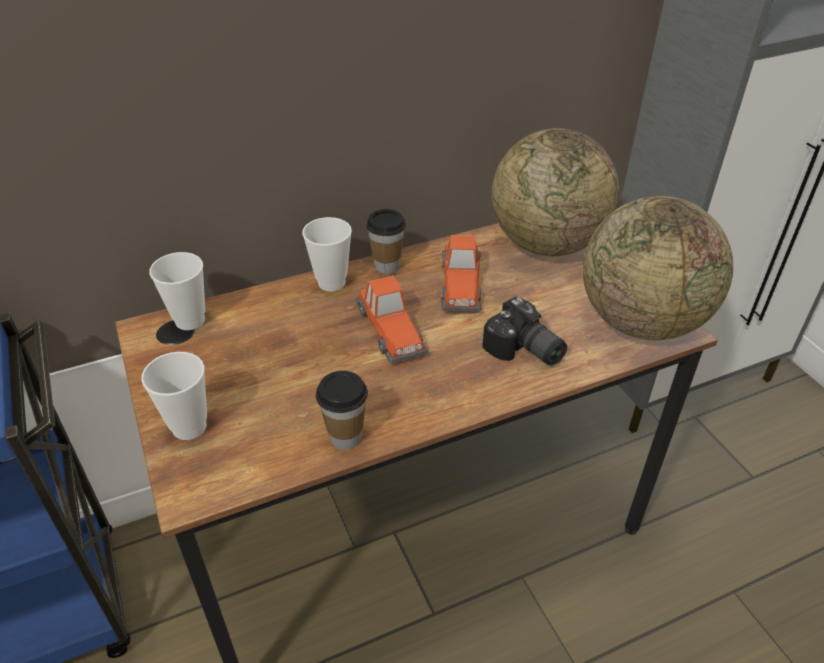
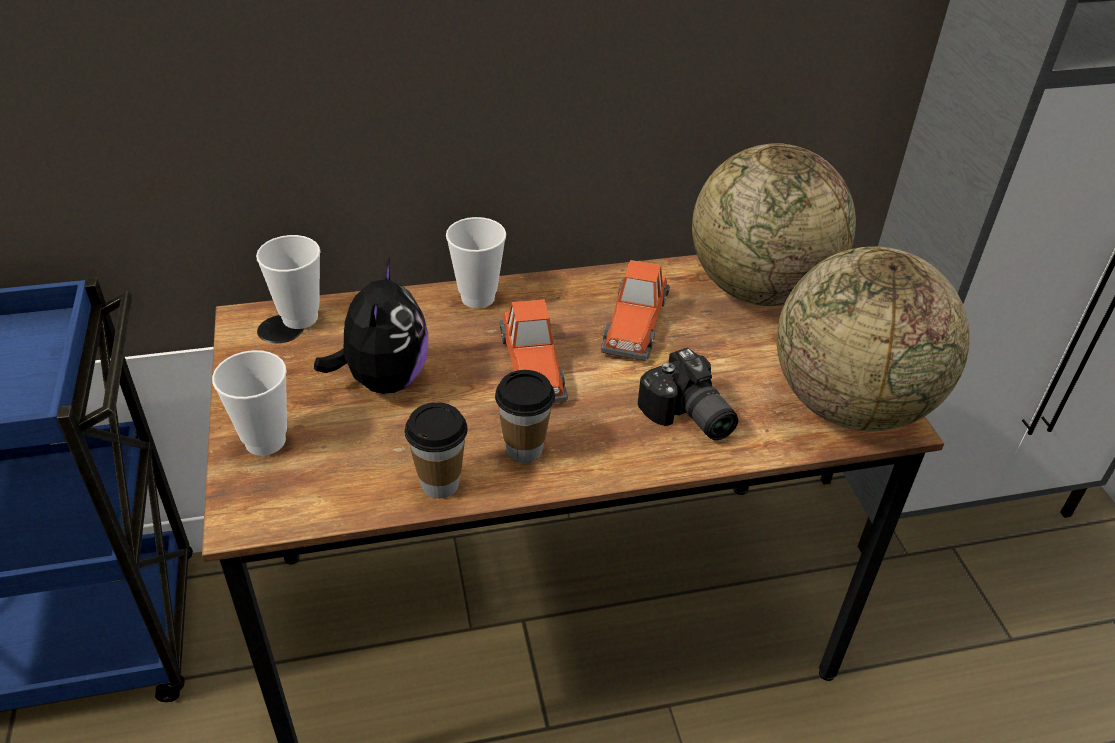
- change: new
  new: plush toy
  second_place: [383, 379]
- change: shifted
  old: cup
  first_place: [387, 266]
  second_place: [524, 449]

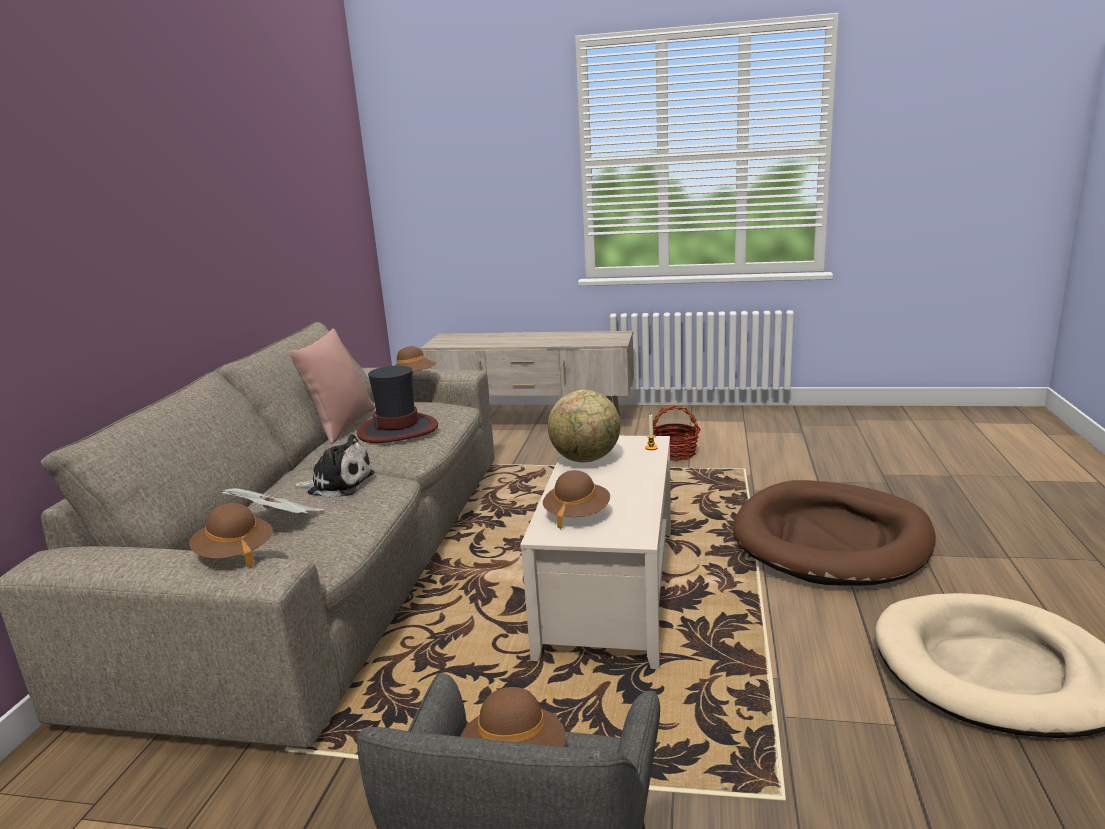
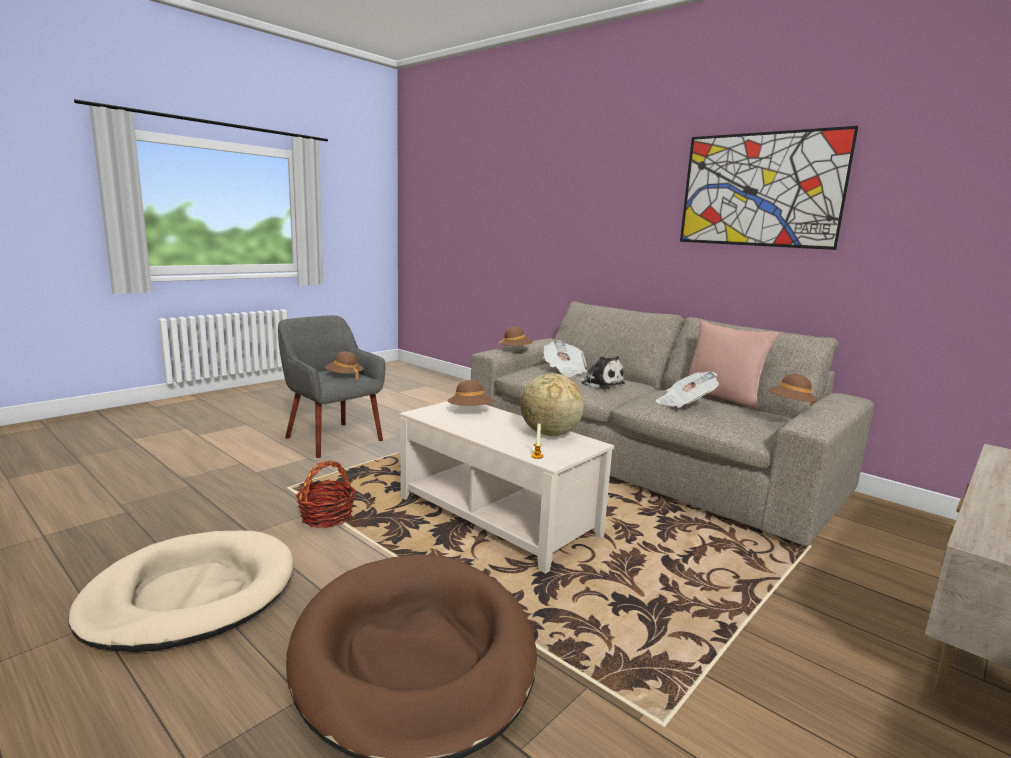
- change: new
  new: picture
  second_place: [760, 190]
- change: shifted
  old: basket
  first_place: [674, 453]
  second_place: [327, 516]
- change: swapped
  old: hat
  new: newspaper
  first_place: [398, 429]
  second_place: [685, 404]
- change: rotated
  old: plush toy
  first_place: [338, 484]
  second_place: [600, 383]
  degrees: -90

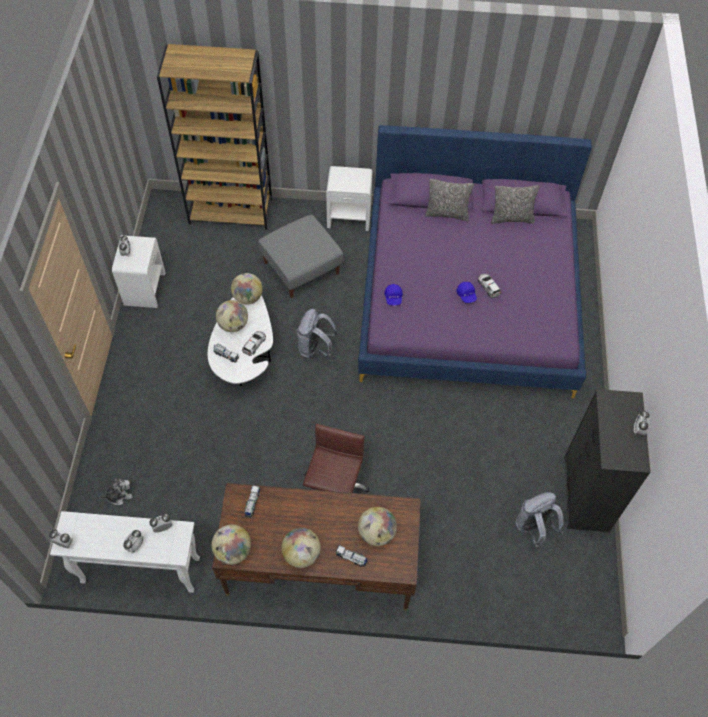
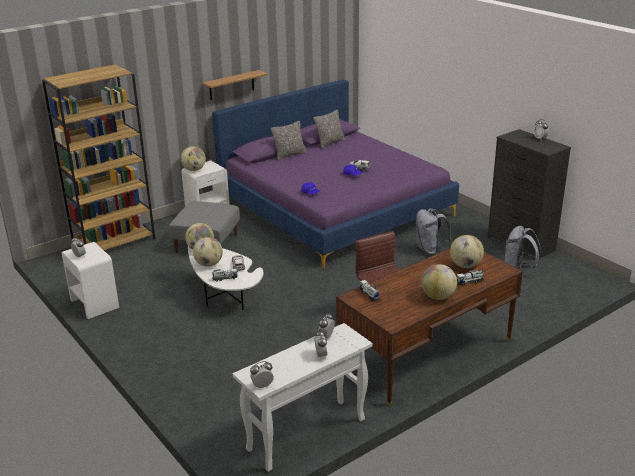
- change: gone
  old: plush toy
  first_place: [119, 495]
- change: new
  new: shelf
  second_place: [231, 85]
- change: shifted
  old: globe
  first_place: [233, 551]
  second_place: [194, 170]
- change: shifted
  old: grey backpack
  first_place: [315, 348]
  second_place: [430, 249]

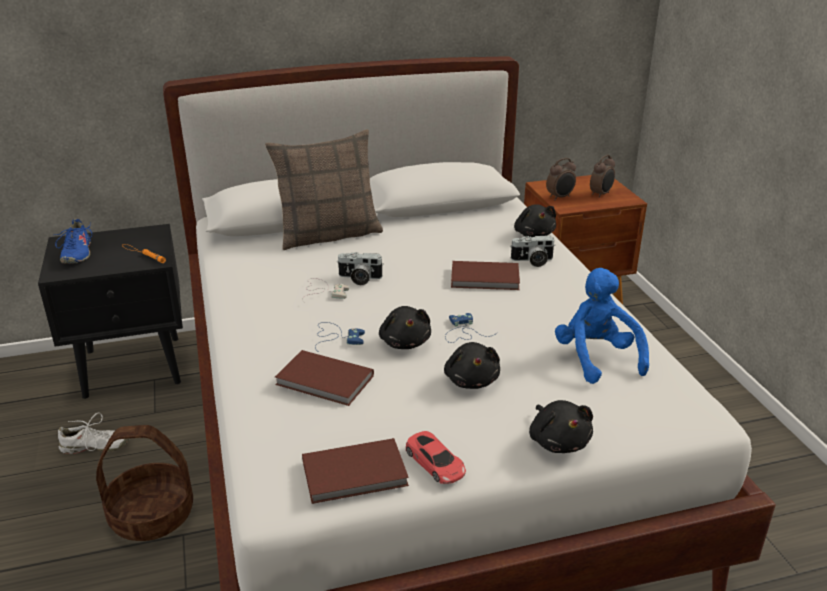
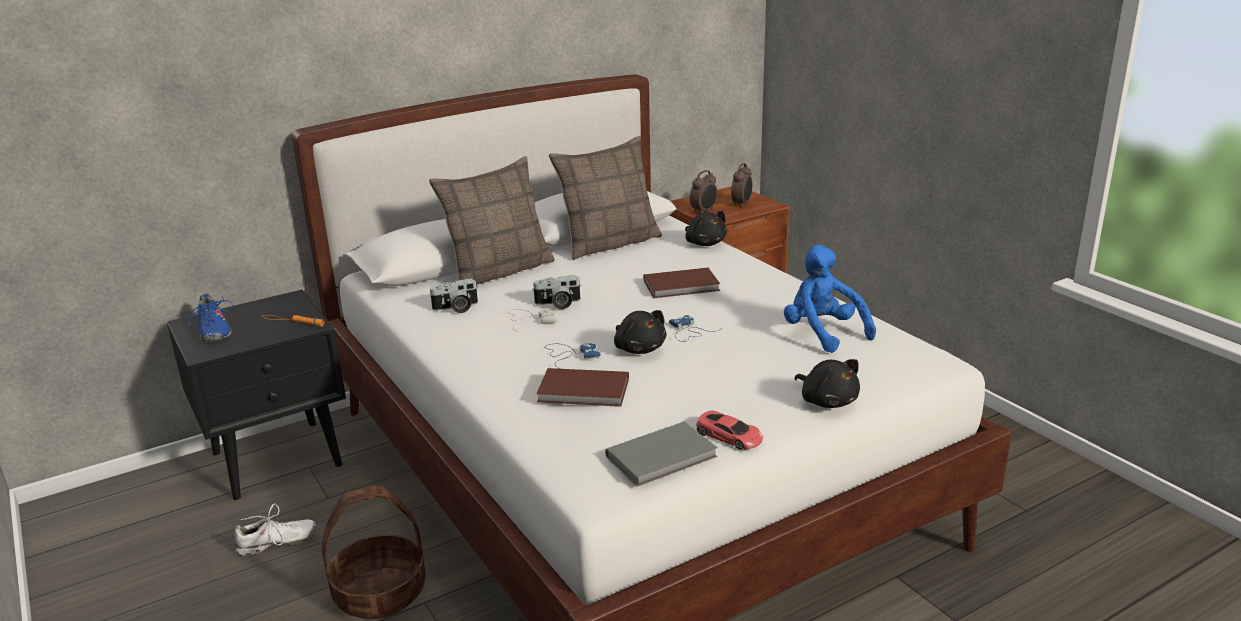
- change: gone
  old: black plush toy
  first_place: [471, 380]
- change: new
  new: pillow
  second_place: [609, 243]
- change: shifted
  old: photo camera
  first_place: [532, 261]
  second_place: [456, 308]
- change: repainted
  old: brown book
  new: grey book
  first_place: [356, 474]
  second_place: [663, 457]

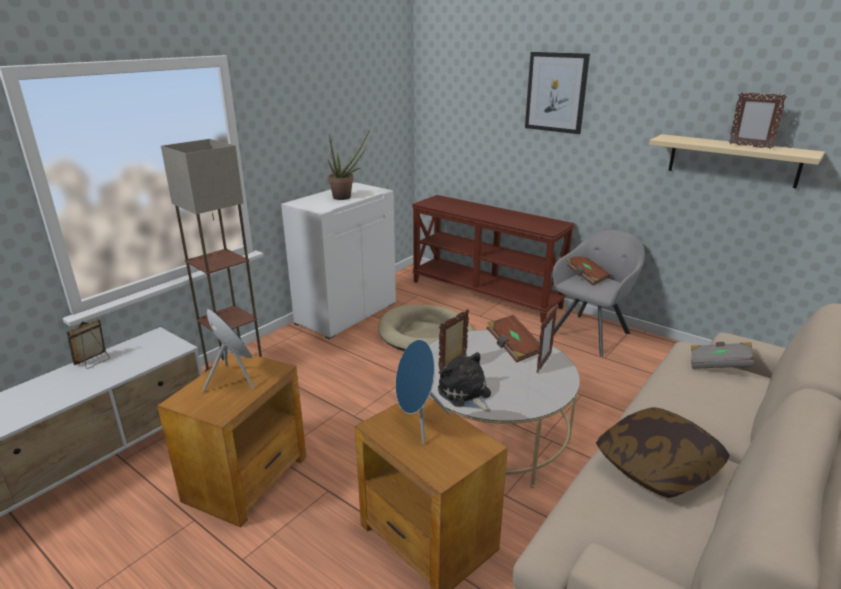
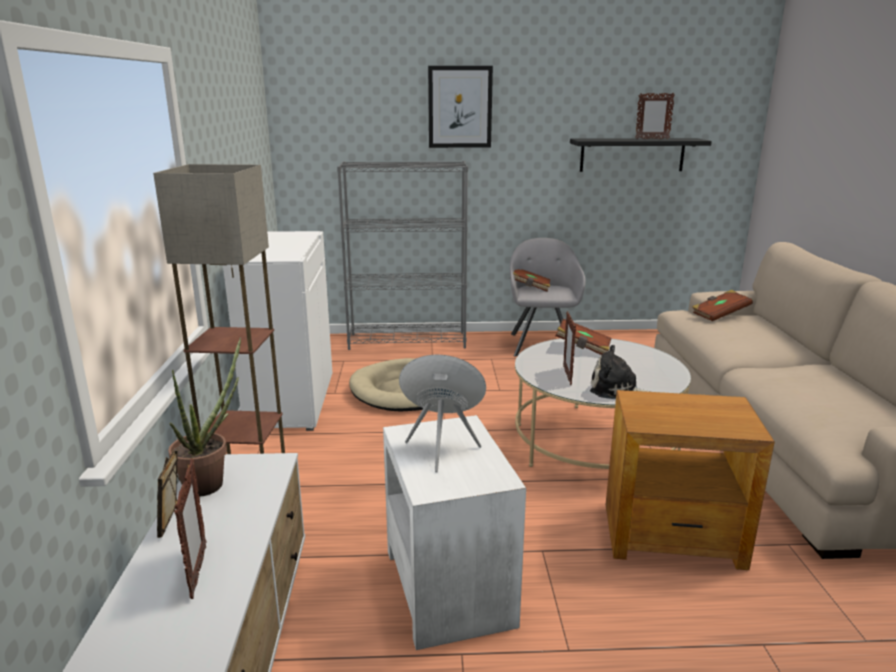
- change: gone
  old: blue speaker
  first_place: [418, 423]
- change: gone
  old: pillow
  first_place: [657, 466]
- change: shifted
  old: potted plant
  first_place: [346, 197]
  second_place: [211, 482]
- change: shifted
  old: picture frame
  first_place: [543, 363]
  second_place: [198, 572]
- change: swapped
  old: brown console table
  new: grey bookcase
  first_place: [485, 294]
  second_place: [408, 340]
- change: repainted
  old: brown side table
  new: white side table
  first_place: [247, 478]
  second_place: [449, 586]
- change: repainted
  old: beige shelf
  new: black shelf
  first_place: [733, 160]
  second_place: [632, 154]
- change: repainted
  old: grey book
  new: brown book
  first_place: [718, 365]
  second_place: [719, 315]

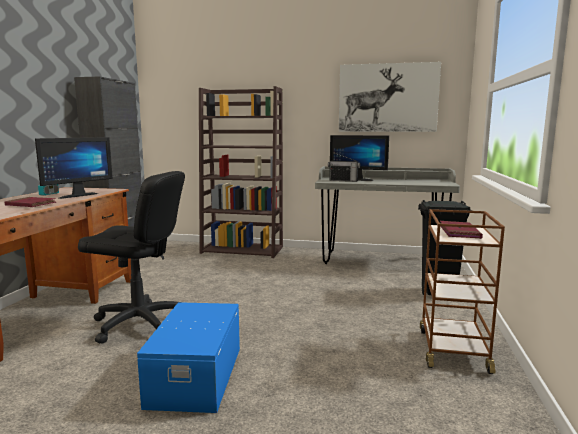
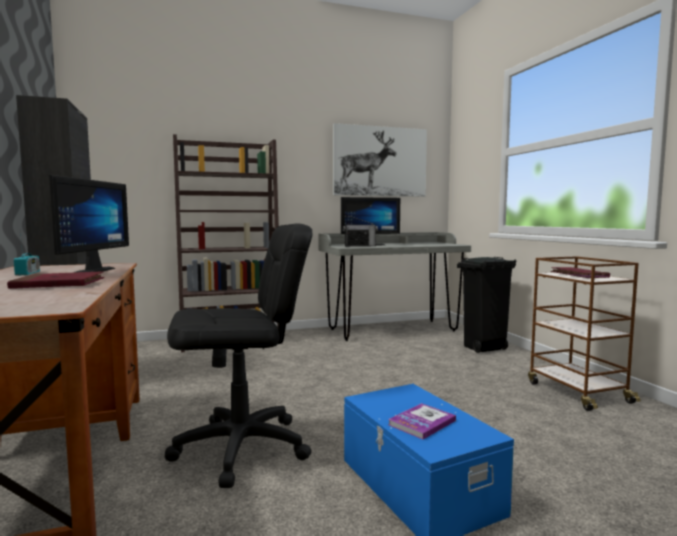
- change: new
  new: book
  second_place: [422, 422]

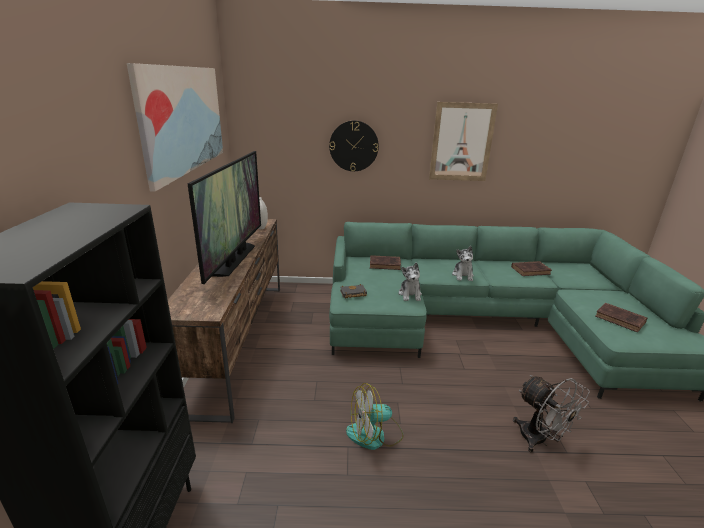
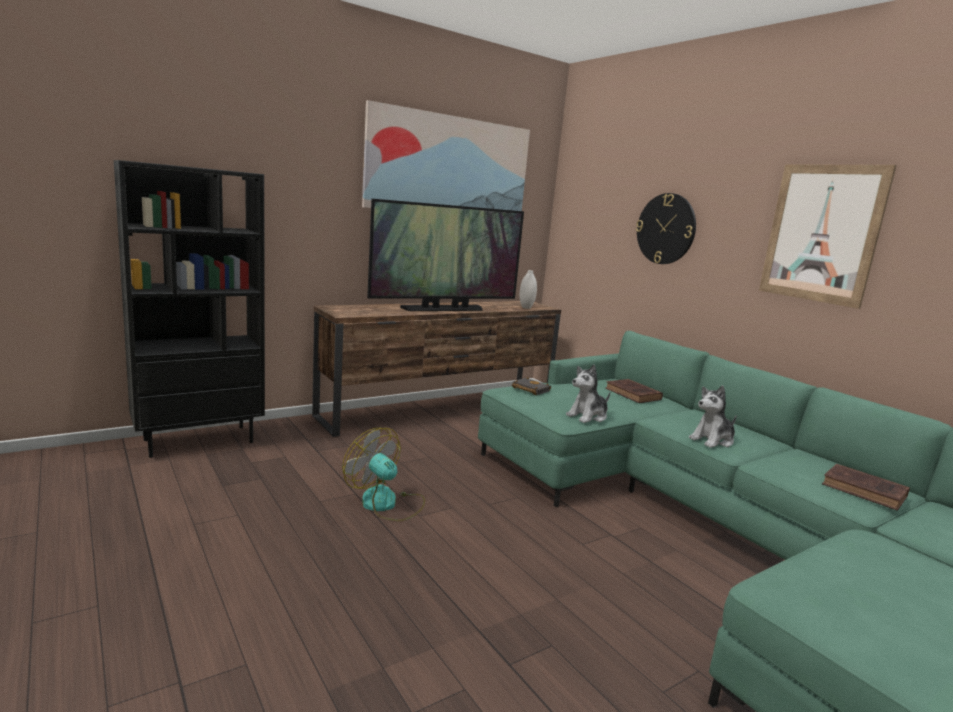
- change: gone
  old: grey fan
  first_place: [539, 440]
- change: gone
  old: brown book
  first_place: [621, 320]

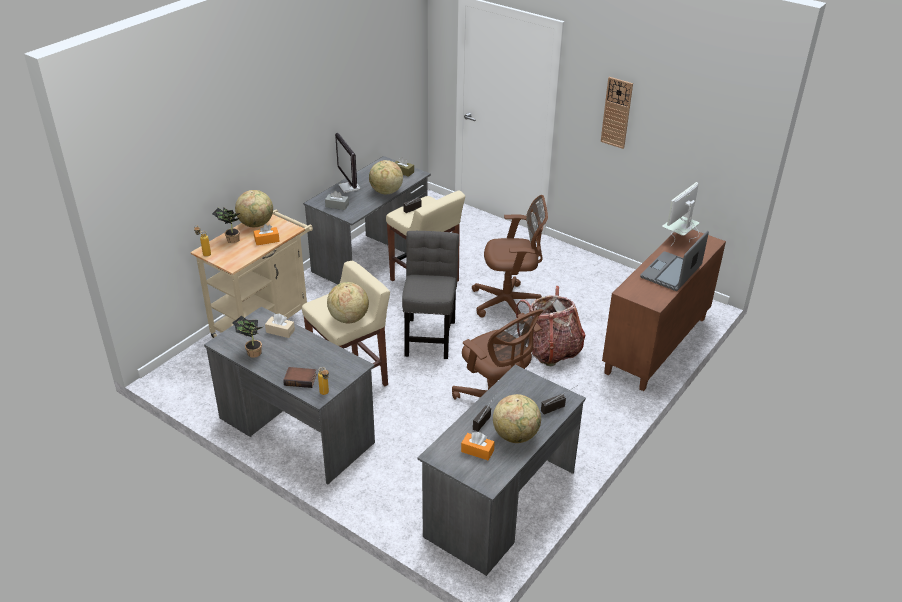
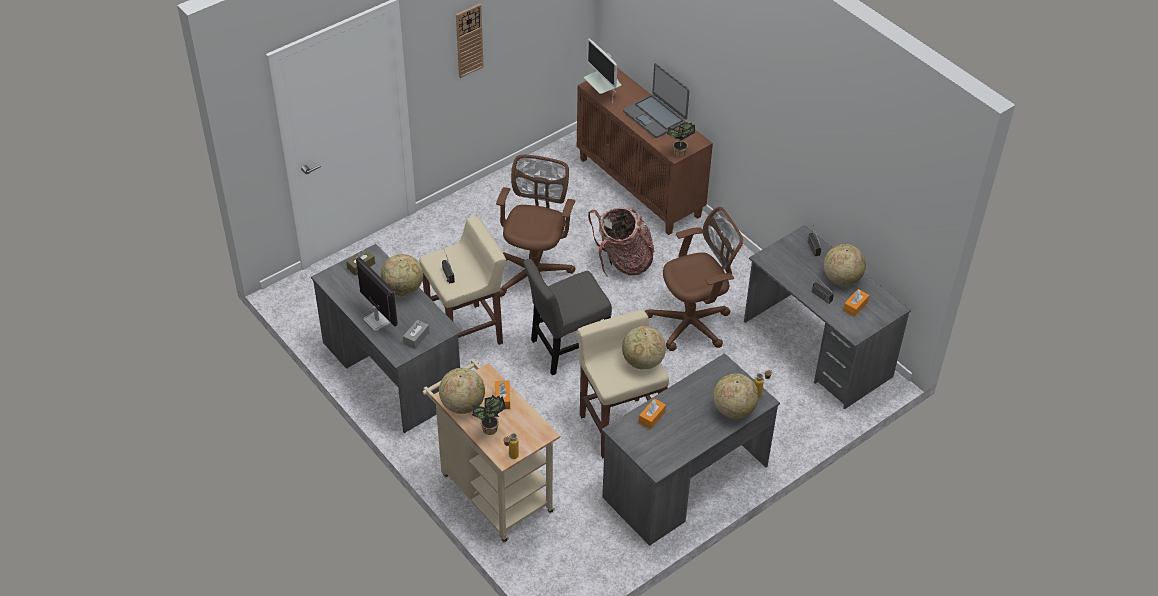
- change: shifted
  old: potted plant
  first_place: [252, 352]
  second_place: [679, 153]
- change: swapped
  old: book
  new: globe
  first_place: [301, 379]
  second_place: [733, 410]
- change: repainted
  old: beige tissue box
  new: orange tissue box
  first_place: [280, 331]
  second_place: [652, 417]
- change: rotated
  old: monitor
  first_place: [349, 187]
  second_place: [377, 320]
  degrees: -120
- change: rotated
  old: grey chair
  first_place: [429, 335]
  second_place: [567, 348]
  degrees: -45

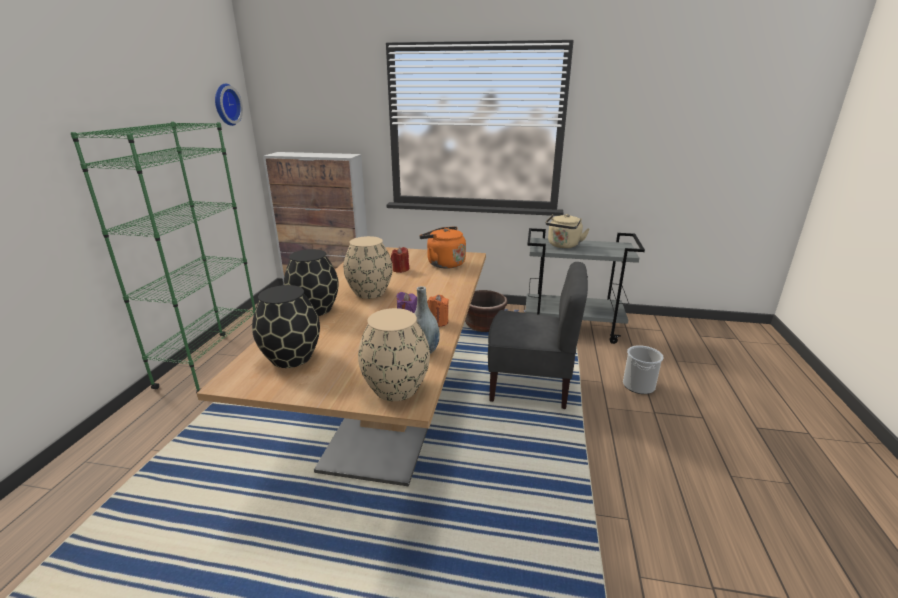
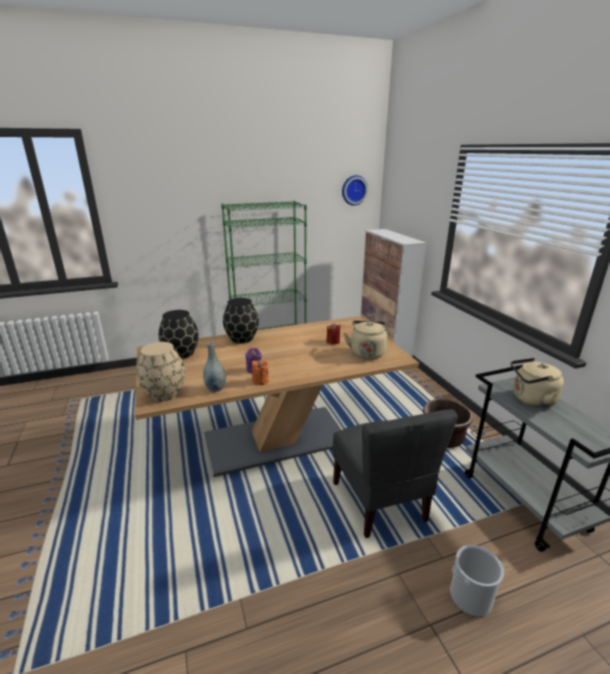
- change: gone
  old: beige vase
  first_place: [369, 292]
- change: repainted
  old: orange kettle
  new: beige kettle
  first_place: [443, 263]
  second_place: [367, 352]

